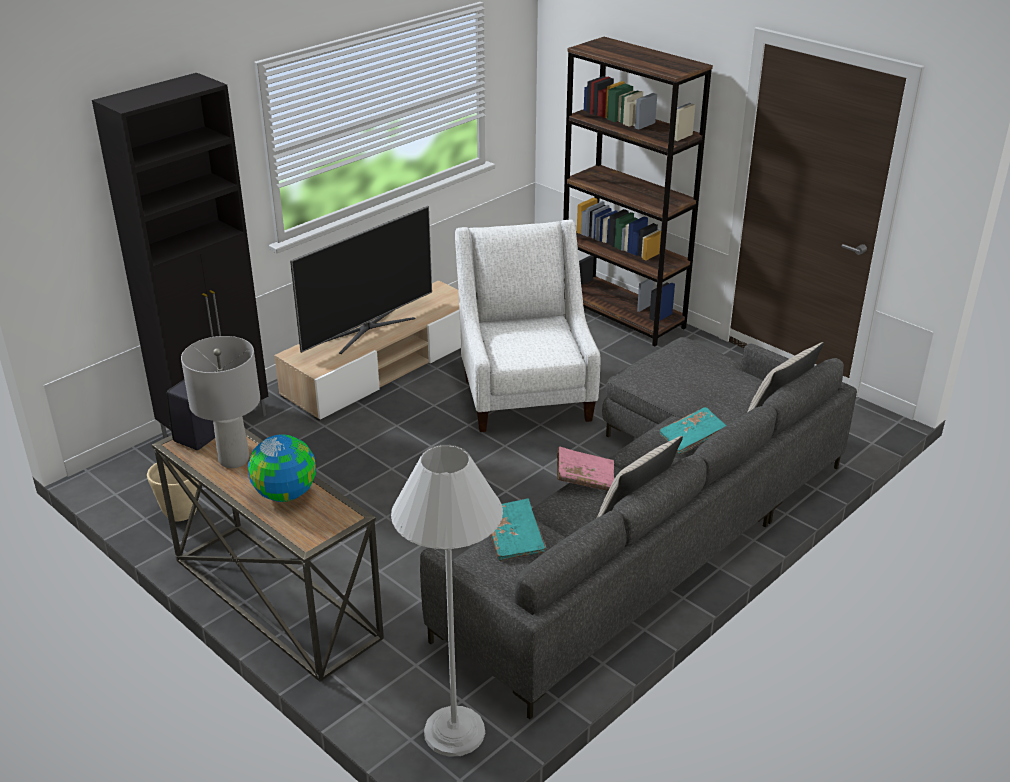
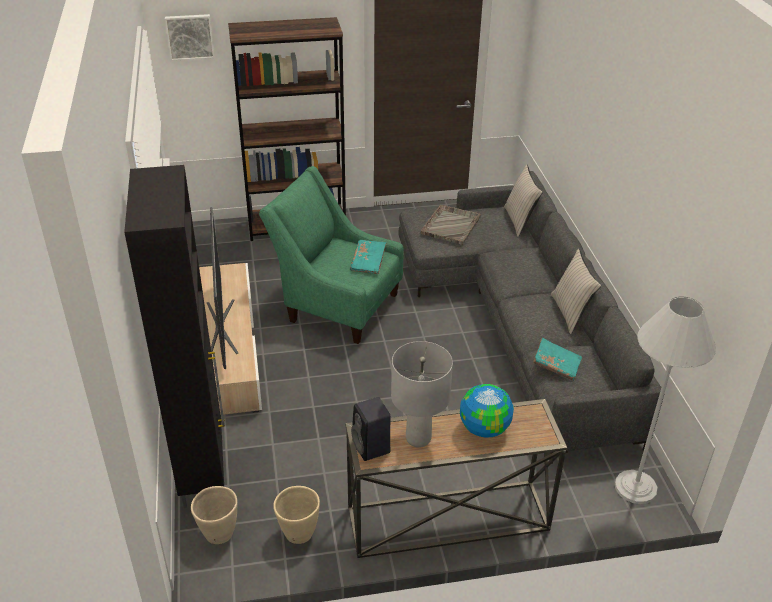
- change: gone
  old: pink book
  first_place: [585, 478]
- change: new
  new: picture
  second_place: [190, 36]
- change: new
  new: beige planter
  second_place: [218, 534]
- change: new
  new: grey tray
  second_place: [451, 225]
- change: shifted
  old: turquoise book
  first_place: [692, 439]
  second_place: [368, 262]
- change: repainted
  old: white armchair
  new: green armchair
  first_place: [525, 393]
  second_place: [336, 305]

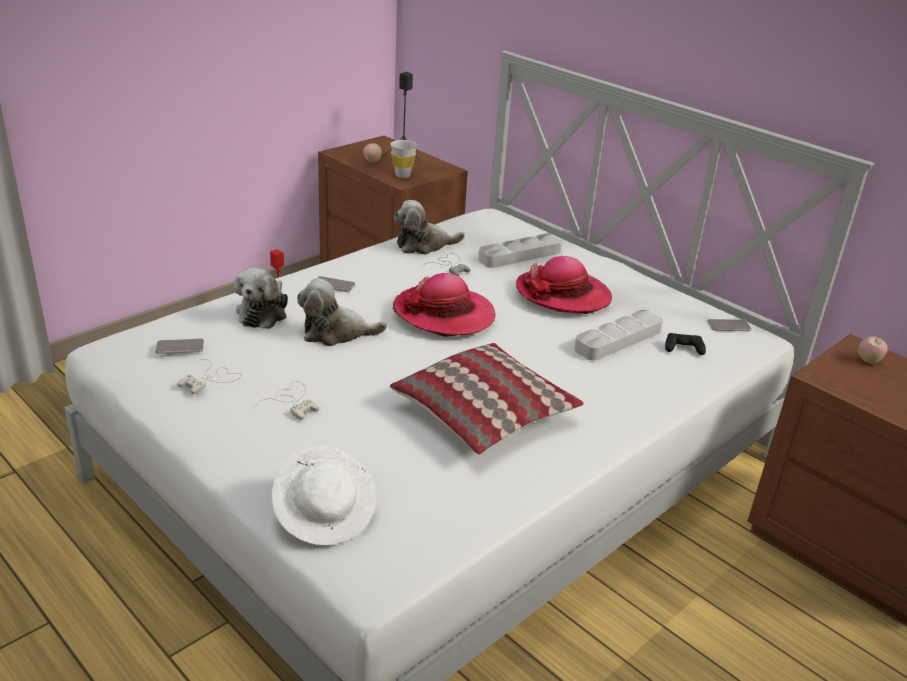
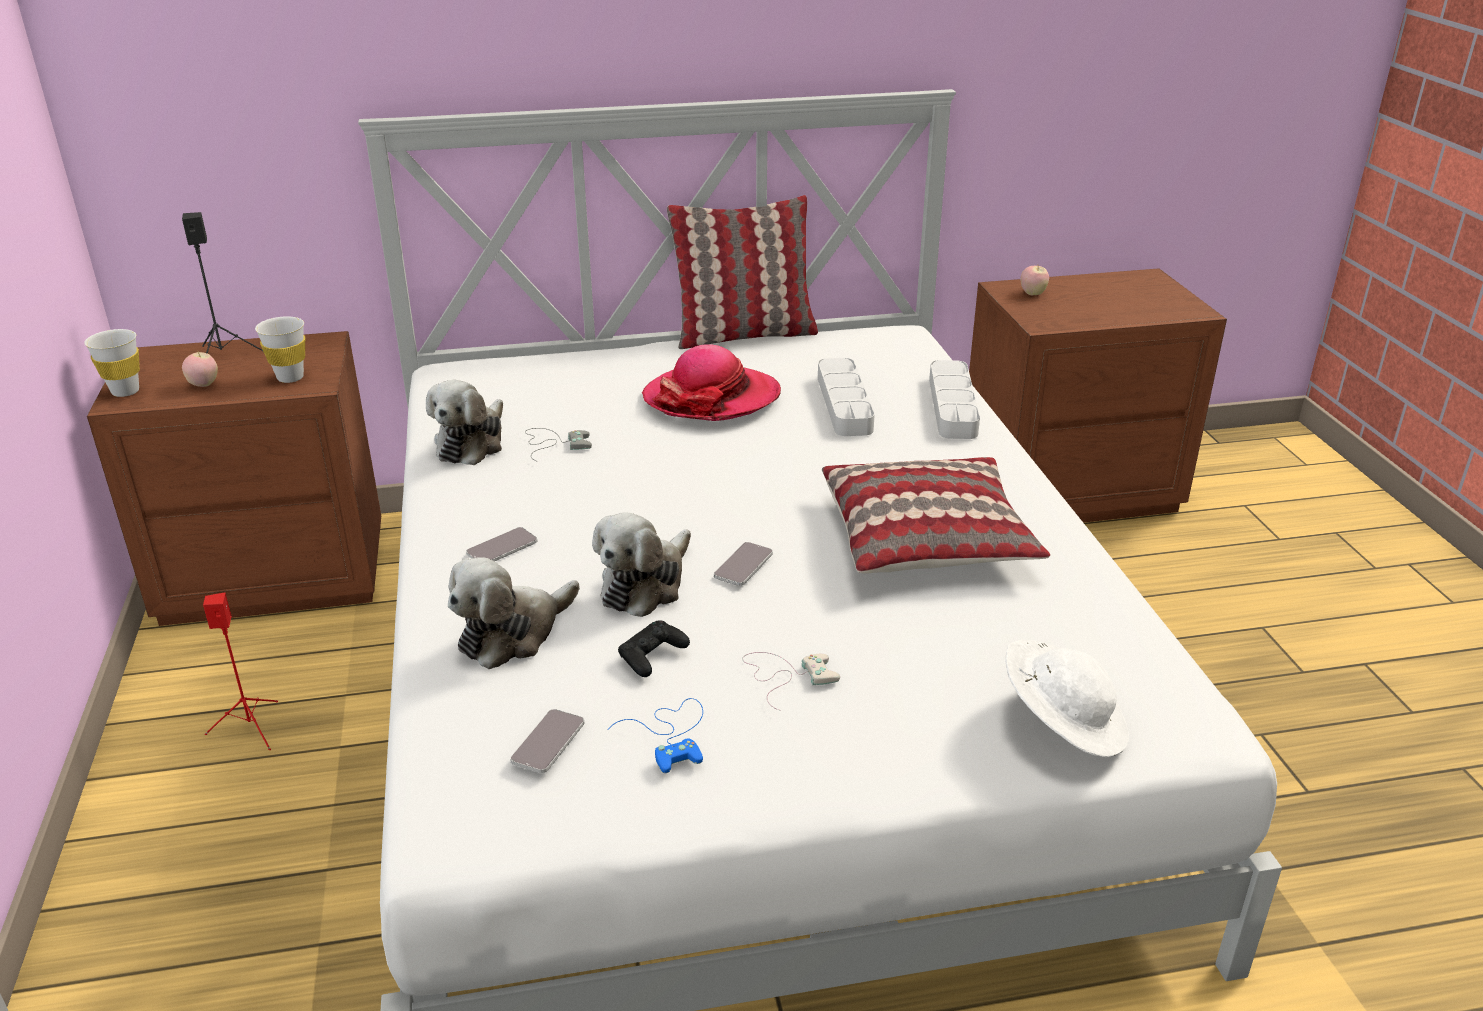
- change: gone
  old: hat
  first_place: [444, 314]
- change: new
  new: white cup
  second_place: [125, 391]
- change: new
  new: pillow
  second_place: [744, 335]
- change: shifted
  old: grey tray
  first_place: [520, 255]
  second_place: [952, 406]
- change: shifted
  old: black game controller
  first_place: [683, 348]
  second_place: [652, 655]
- change: shifted
  old: phone
  first_place: [729, 326]
  second_place: [743, 565]
- change: repainted
  old: white game controller
  new: blue game controller
  first_place: [210, 379]
  second_place: [671, 735]
- change: rotated
  old: plush toy
  first_place: [263, 312]
  second_place: [513, 634]
  degrees: 90

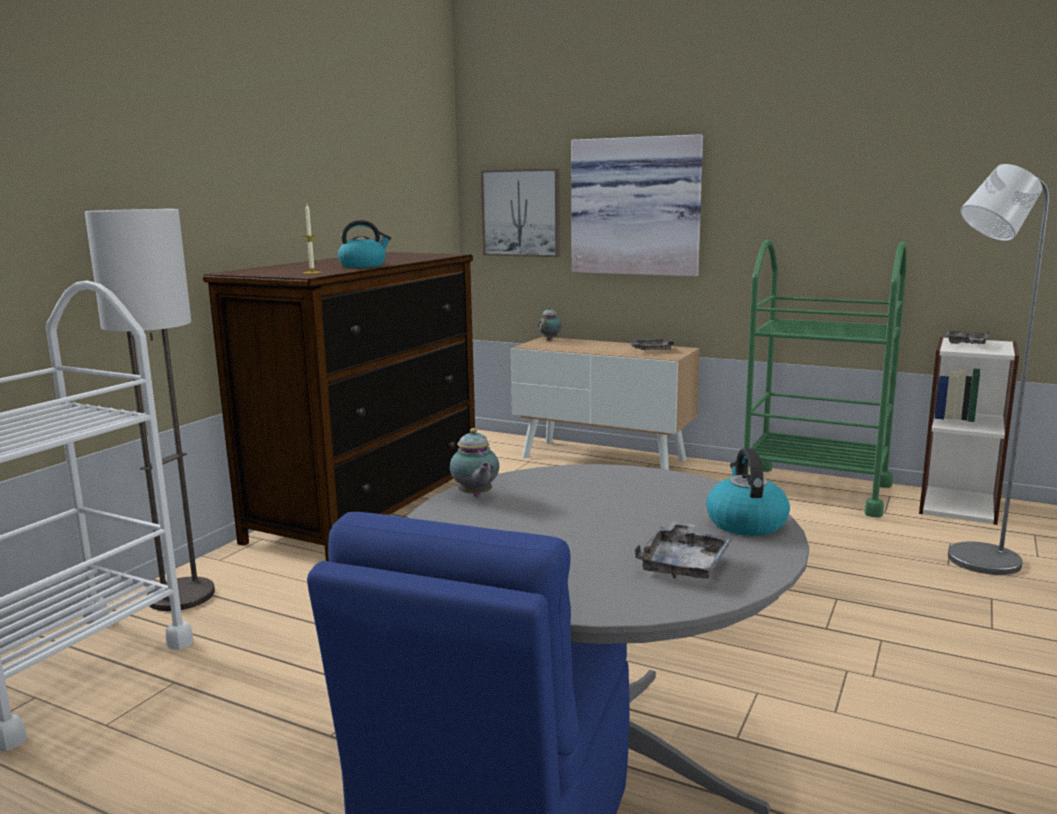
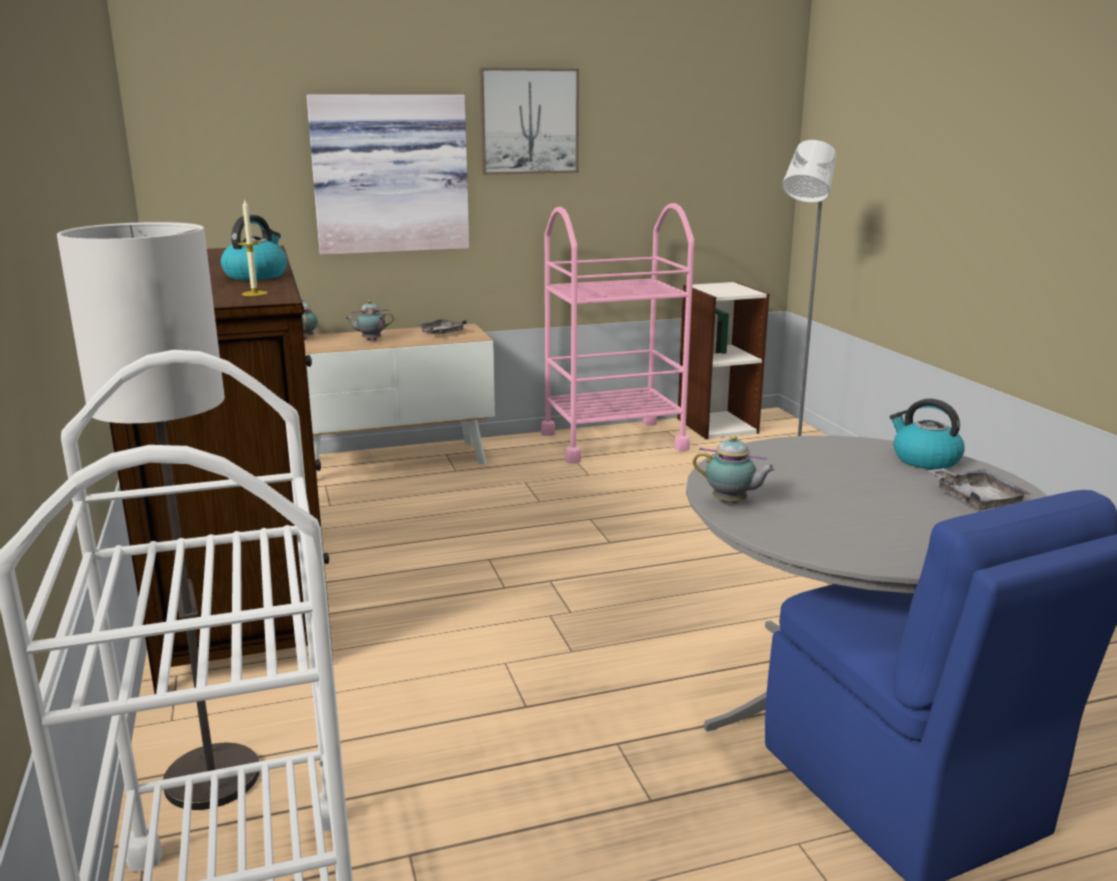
- change: gone
  old: grey tray
  first_place: [966, 344]
- change: new
  new: teapot
  second_place: [370, 340]
- change: shifted
  old: picture
  first_place: [521, 213]
  second_place: [529, 121]
- change: repainted
  old: green cart
  new: pink cart
  first_place: [814, 490]
  second_place: [613, 441]

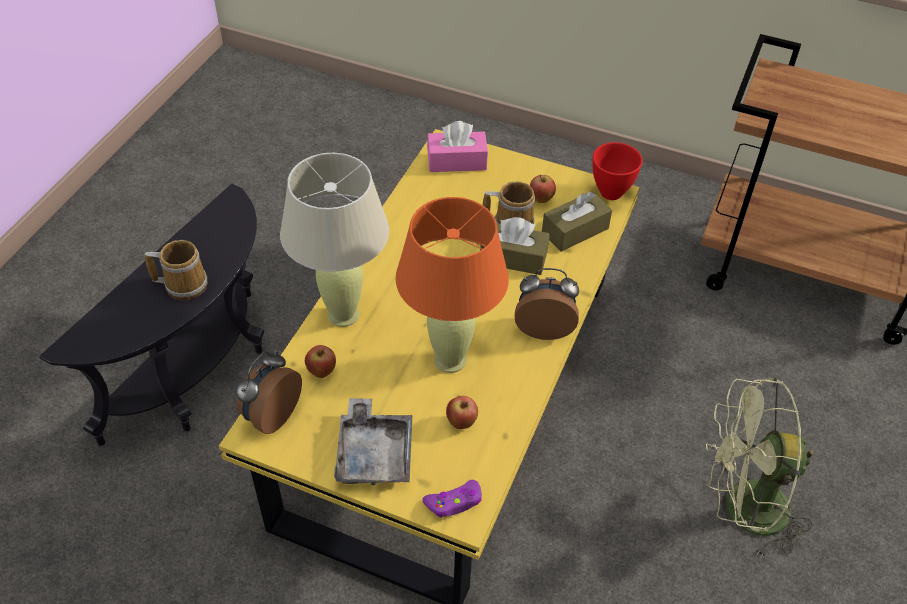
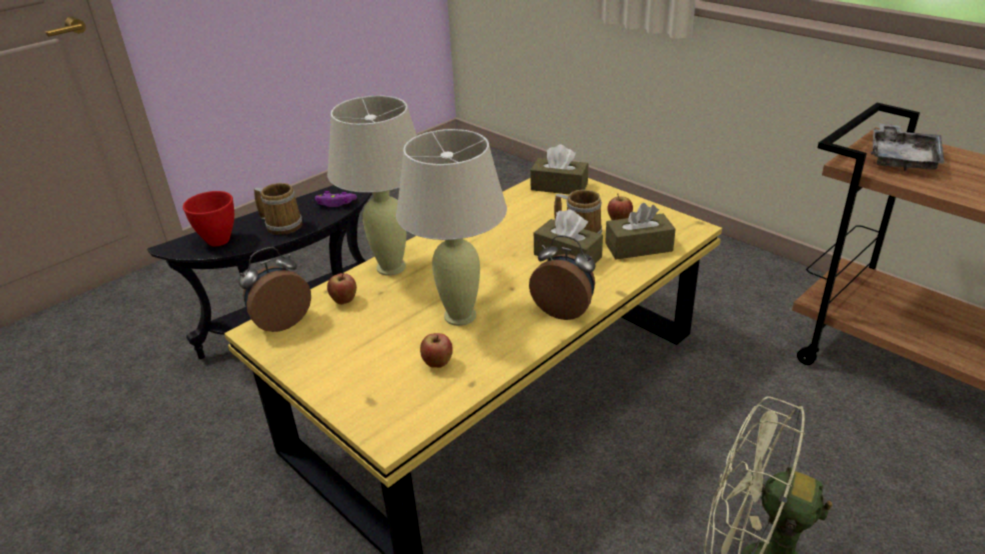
- change: shifted
  old: grey tray
  first_place: [374, 453]
  second_place: [902, 158]
- change: shifted
  old: purple game controller
  first_place: [454, 503]
  second_place: [335, 203]
- change: shifted
  old: red bowl
  first_place: [612, 192]
  second_place: [220, 240]
- change: repainted
  old: orange table lamp
  new: beige table lamp
  first_place: [449, 359]
  second_place: [459, 315]
- change: repainted
  old: pink tissue box
  new: brown tissue box
  first_place: [457, 161]
  second_place: [559, 187]

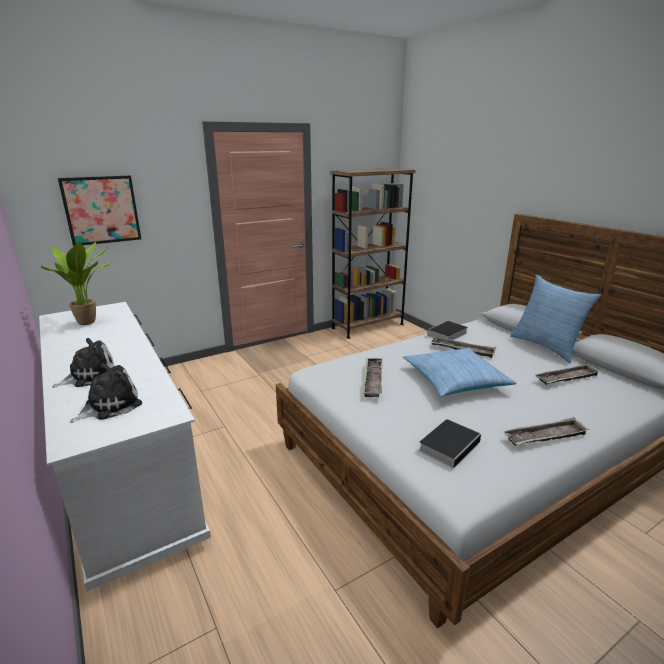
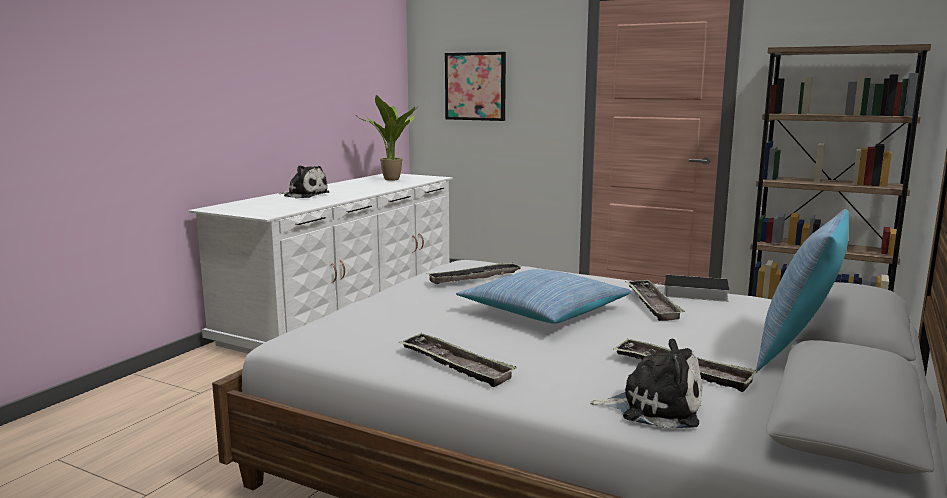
- change: gone
  old: book
  first_place: [450, 445]
- change: shifted
  old: plush toy
  first_place: [109, 405]
  second_place: [654, 407]

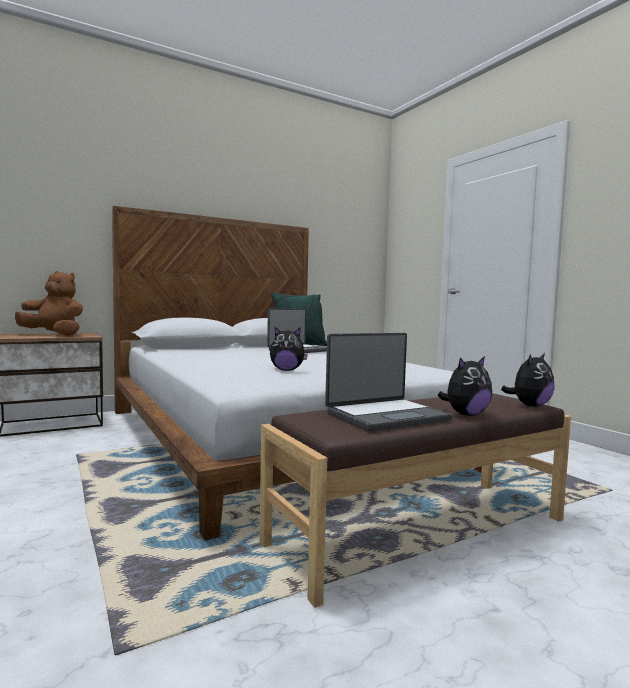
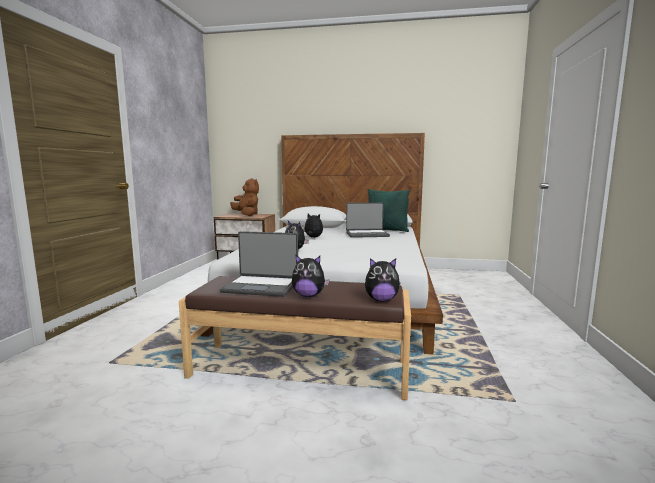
- change: new
  new: plush toy
  second_place: [313, 237]

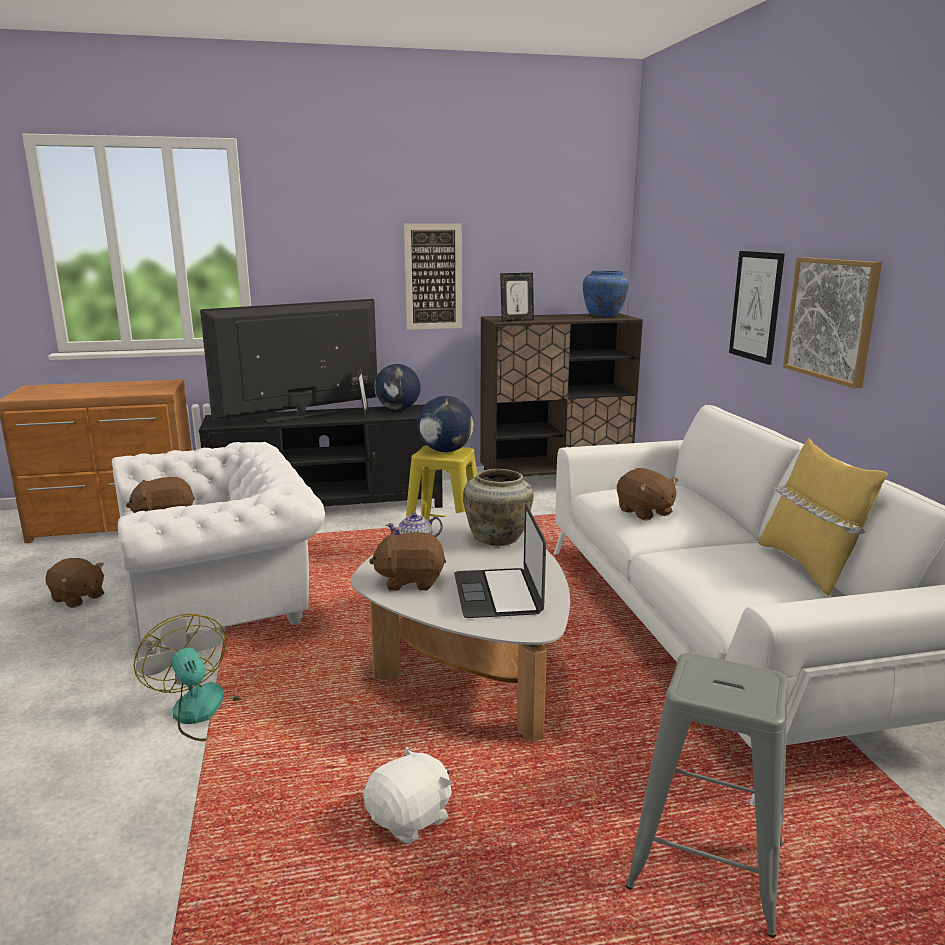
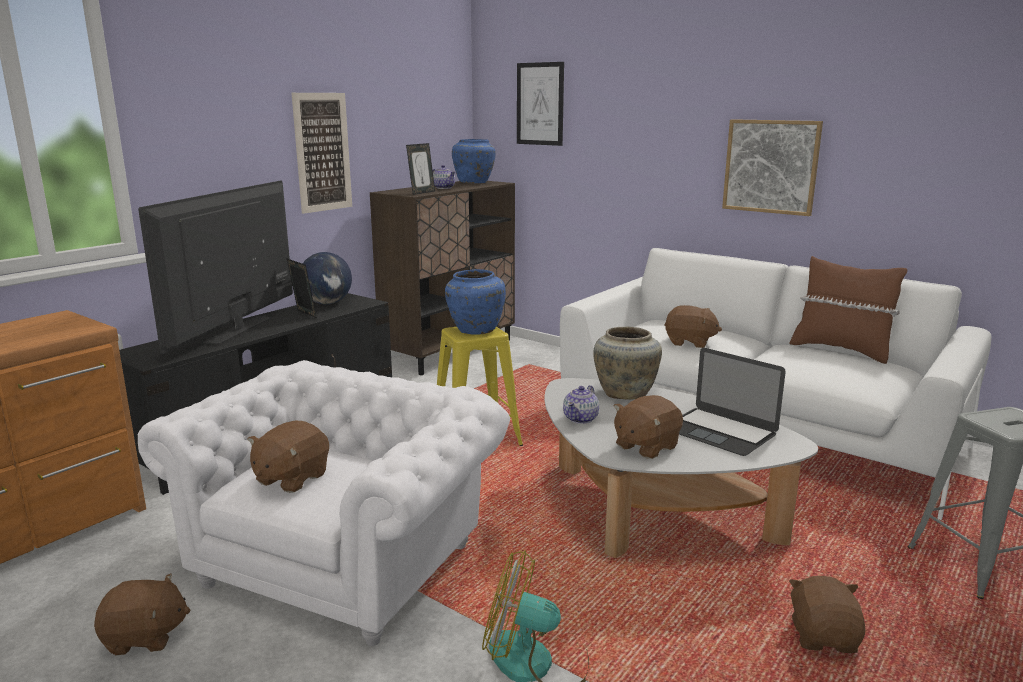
- change: new
  new: teapot
  second_place: [443, 187]
- change: shifted
  old: picture
  first_place: [756, 306]
  second_place: [540, 104]
- change: swapped
  old: globe
  new: blue vase
  first_place: [445, 451]
  second_place: [475, 330]
- change: repainted
  old: white plush toy
  new: brown plush toy
  first_place: [410, 819]
  second_place: [824, 637]
- change: repainted
  old: yellow pillow
  new: brown pillow
  first_place: [808, 566]
  second_place: [841, 350]

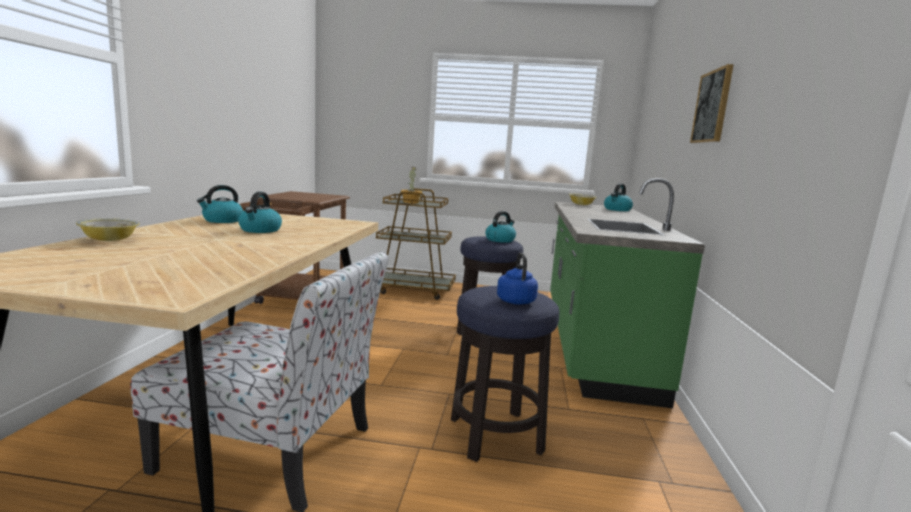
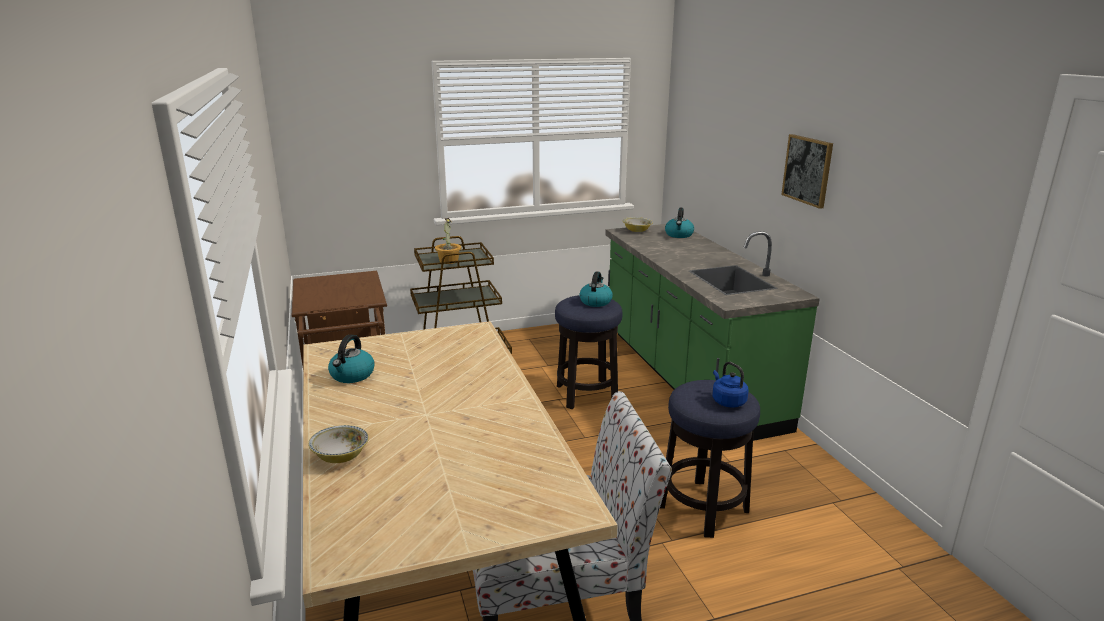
- change: gone
  old: kettle
  first_place: [260, 230]

